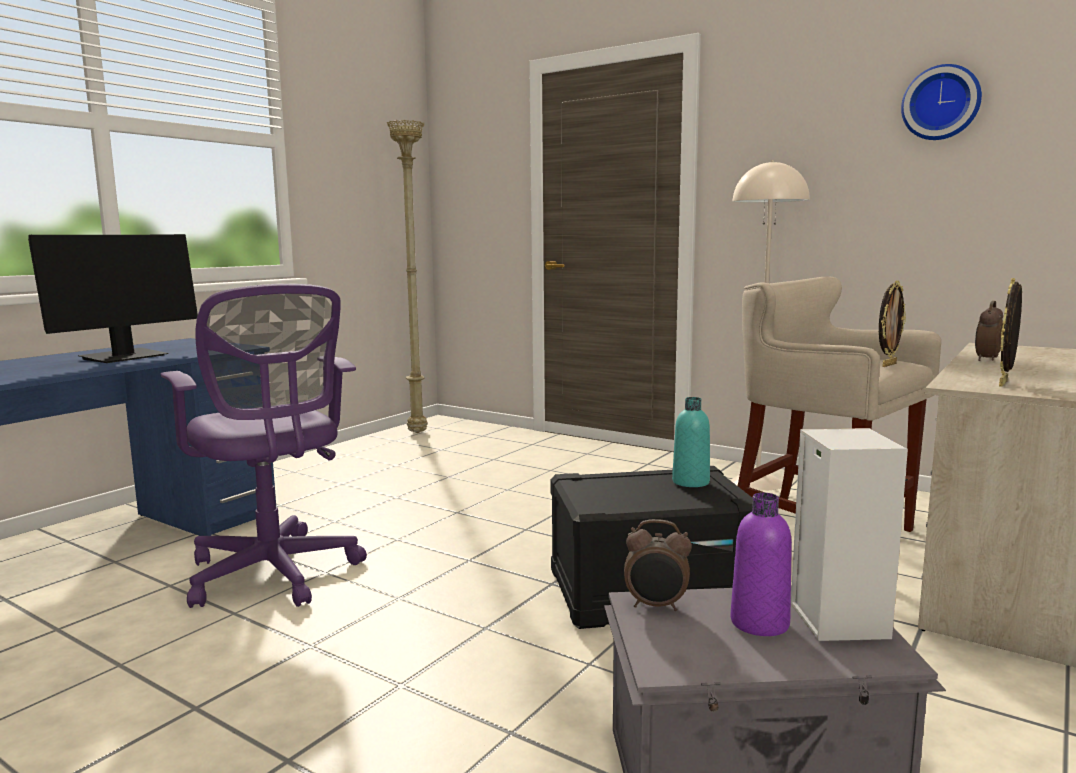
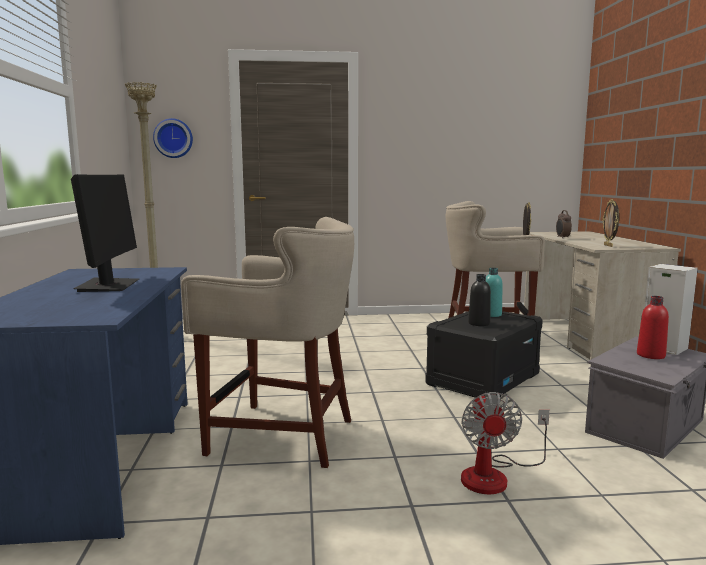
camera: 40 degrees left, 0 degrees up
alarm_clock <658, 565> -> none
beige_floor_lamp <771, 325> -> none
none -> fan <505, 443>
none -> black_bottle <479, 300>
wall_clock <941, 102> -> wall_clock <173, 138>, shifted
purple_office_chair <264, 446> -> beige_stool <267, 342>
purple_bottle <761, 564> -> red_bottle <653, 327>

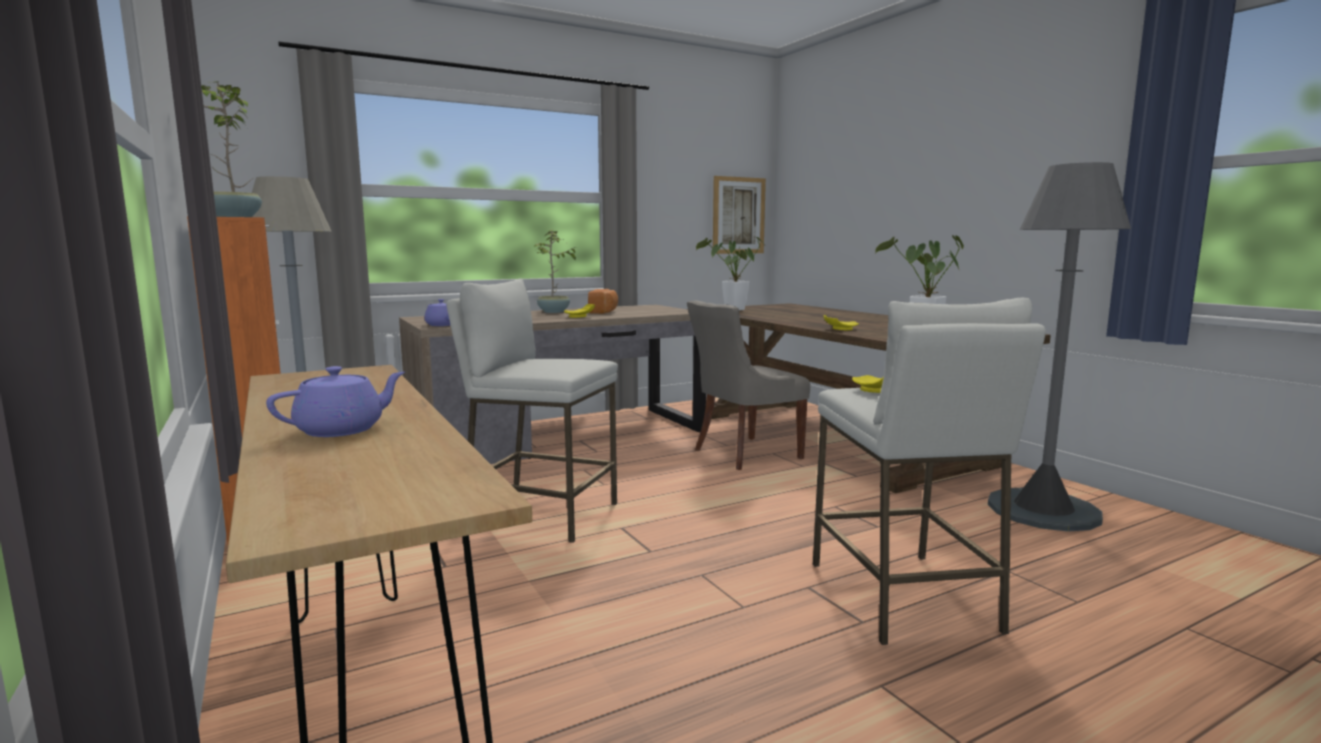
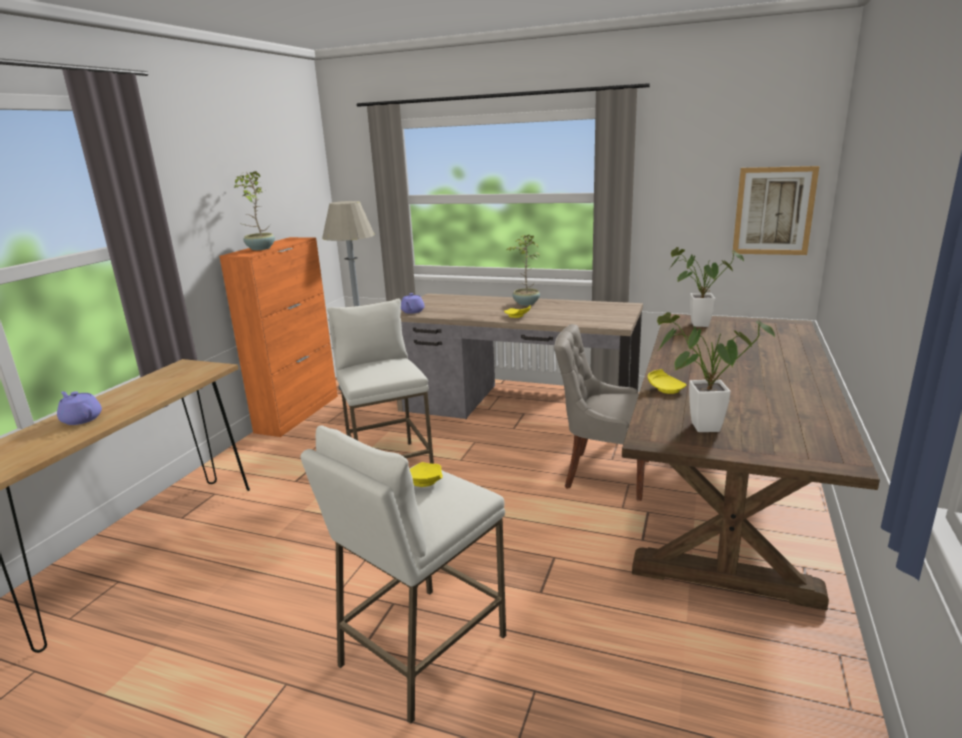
camera: 50 degrees right, 10 degrees up
bread <603, 301> -> none
grey_floor_lamp <1059, 347> -> none
purple_teapot <335, 401> -> purple_teapot <79, 408>, 150 degrees counterclockwise

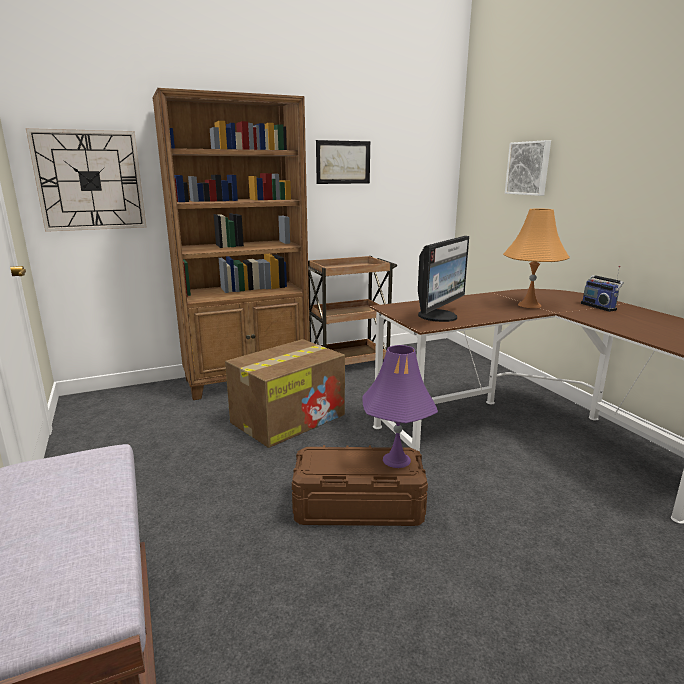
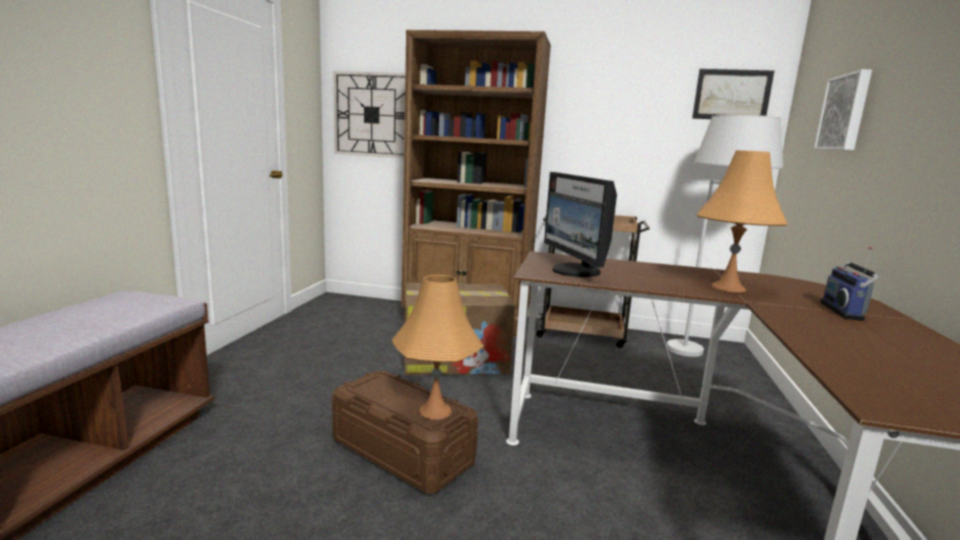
camera: 35 degrees right, 5 degrees down
none -> white_floor_lamp <724, 236>
picture <343, 162> -> picture <733, 94>, shifted
purple_table_lamp <400, 406> -> orange_table_lamp <438, 347>
monitor <443, 279> -> monitor <580, 224>, 90 degrees clockwise

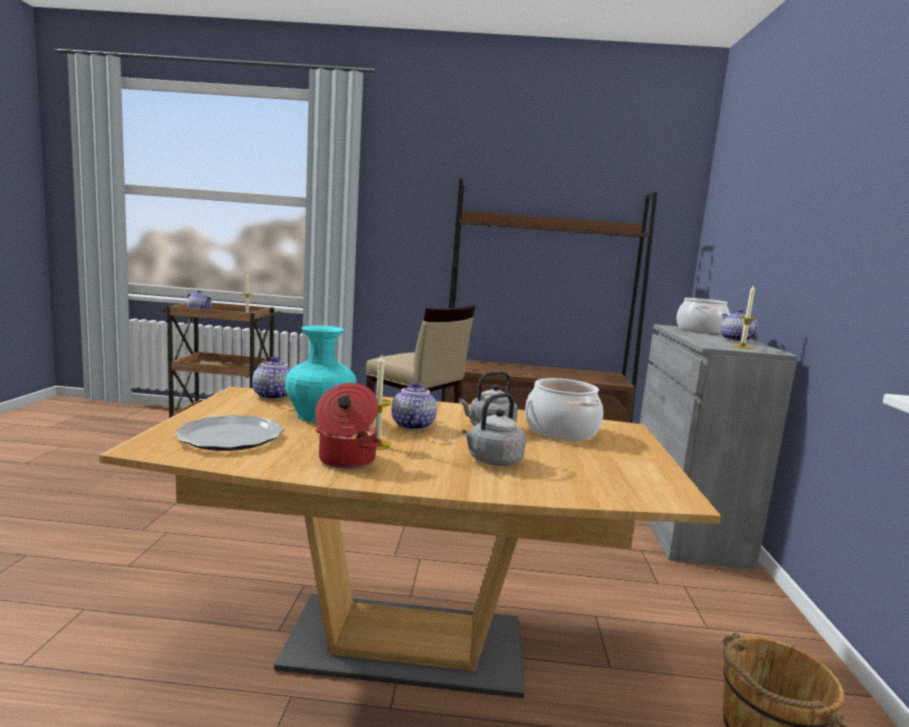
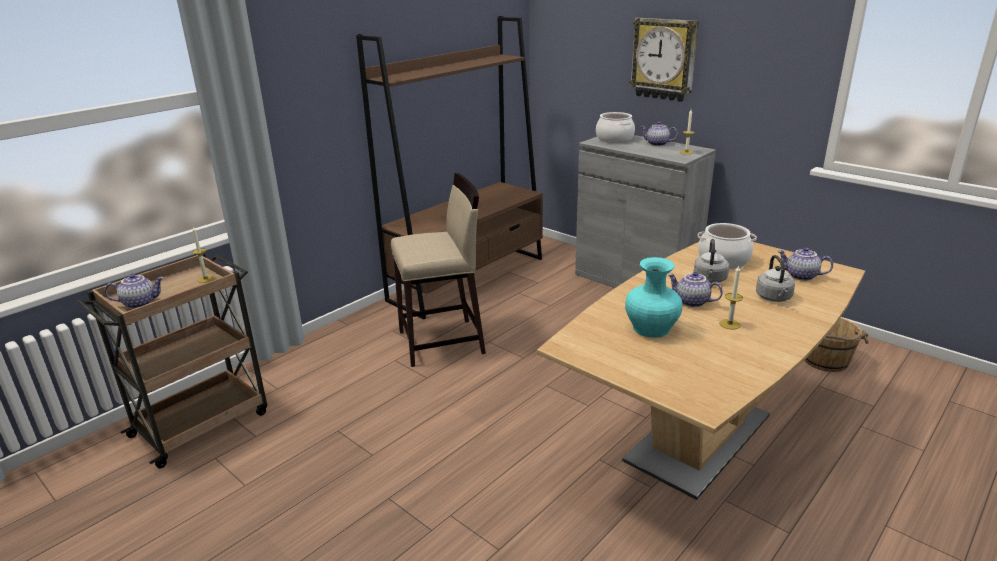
camera: 50 degrees left, 15 degrees up
plate <229, 433> -> none
cooking_pot <348, 426> -> none
none -> wall_clock <664, 60>
teapot <271, 378> -> teapot <805, 264>, shifted

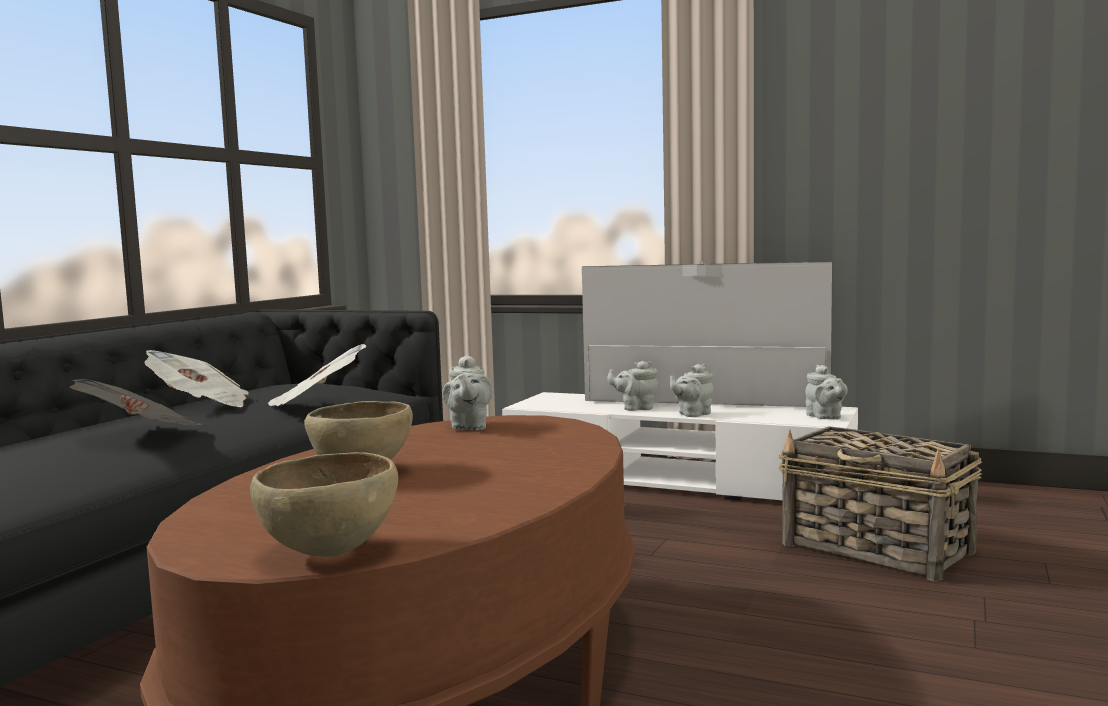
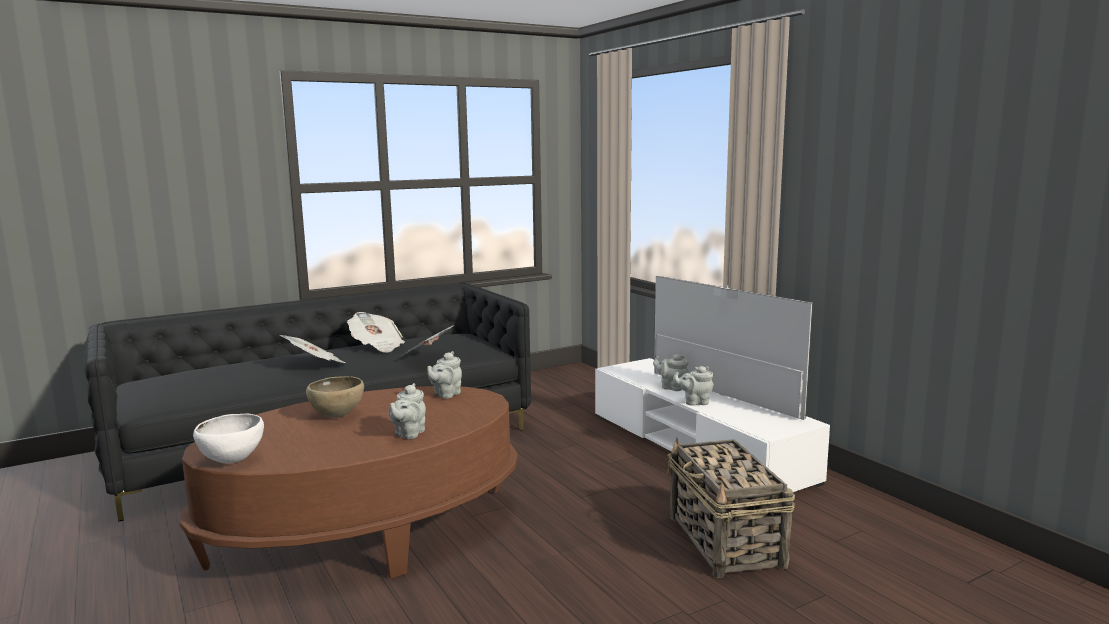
camera: 35 degrees right, 5 degrees up
grey_teapot <826, 392> -> grey_teapot <407, 411>, shifted
brown_bowl <324, 504> -> white_bowl <228, 438>

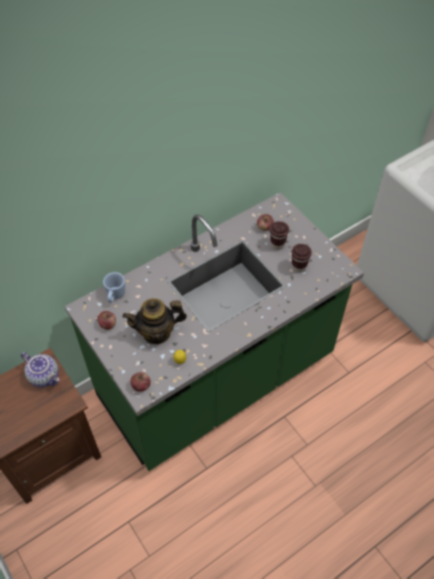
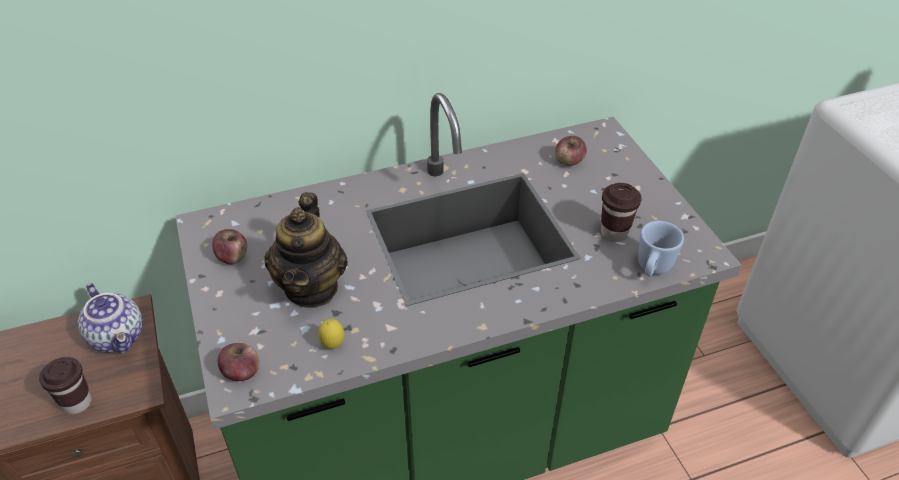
camera: 15 degrees right, 10 degrees down
blue_mug <114, 287> -> blue_mug <661, 249>, shifted
brown_cup <279, 235> -> brown_cup <65, 385>, shifted
teapot <155, 321> -> teapot <306, 250>, 90 degrees counterclockwise

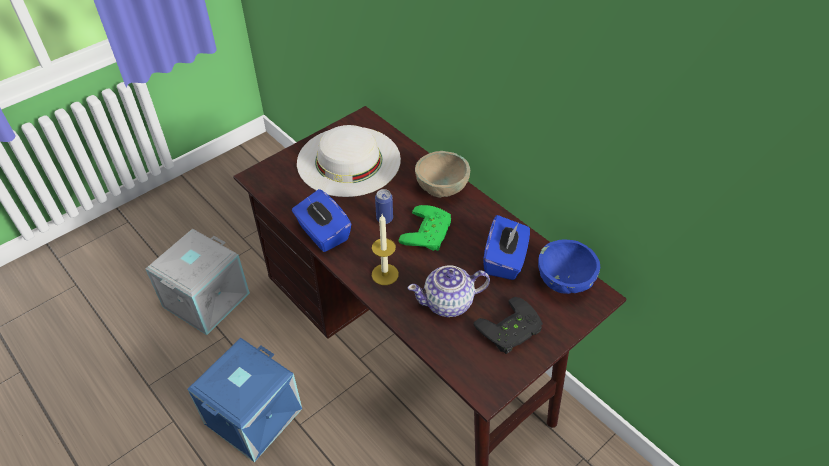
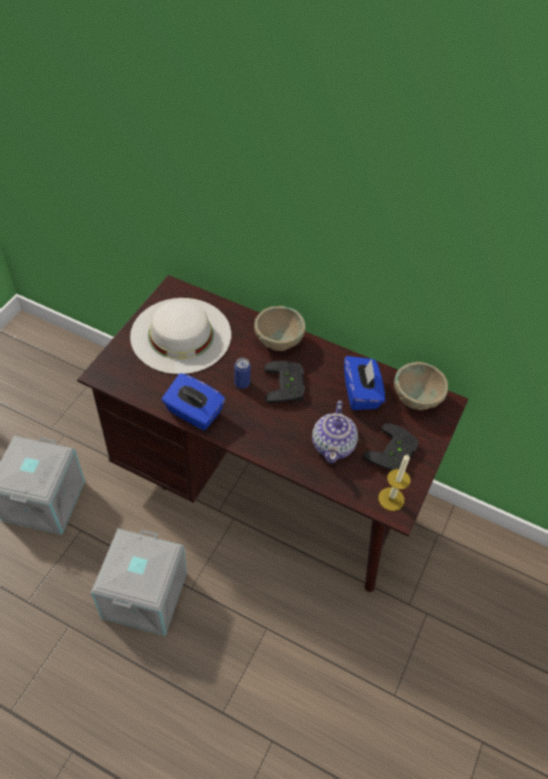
camera: 25 degrees left, 5 degrees up
candle <385, 249> -> candle <395, 482>, shifted
blue_storage_box <245, 400> -> grey_storage_box <139, 582>
green_game_controller <425, 228> -> black_game_controller <284, 382>
blue_bowl <569, 267> -> beige_bowl <421, 386>
teapot <449, 291> -> teapot <335, 432>, 45 degrees counterclockwise

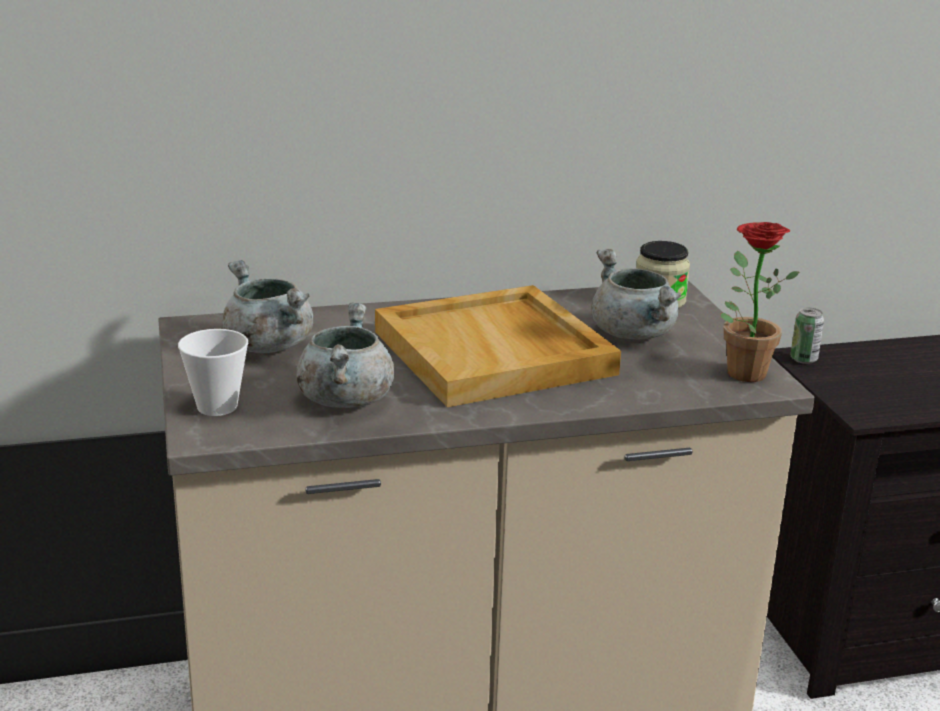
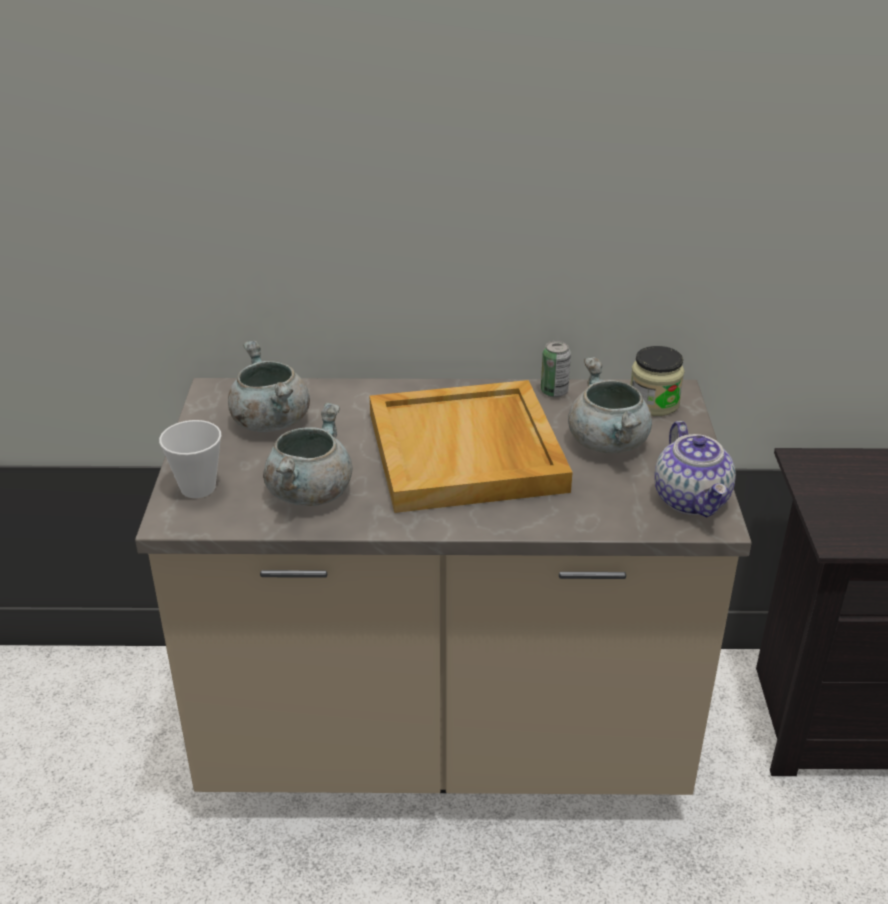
camera: 15 degrees right, 10 degrees up
can <807, 336> -> can <556, 369>, shifted
potted_plant <760, 302> -> teapot <695, 469>

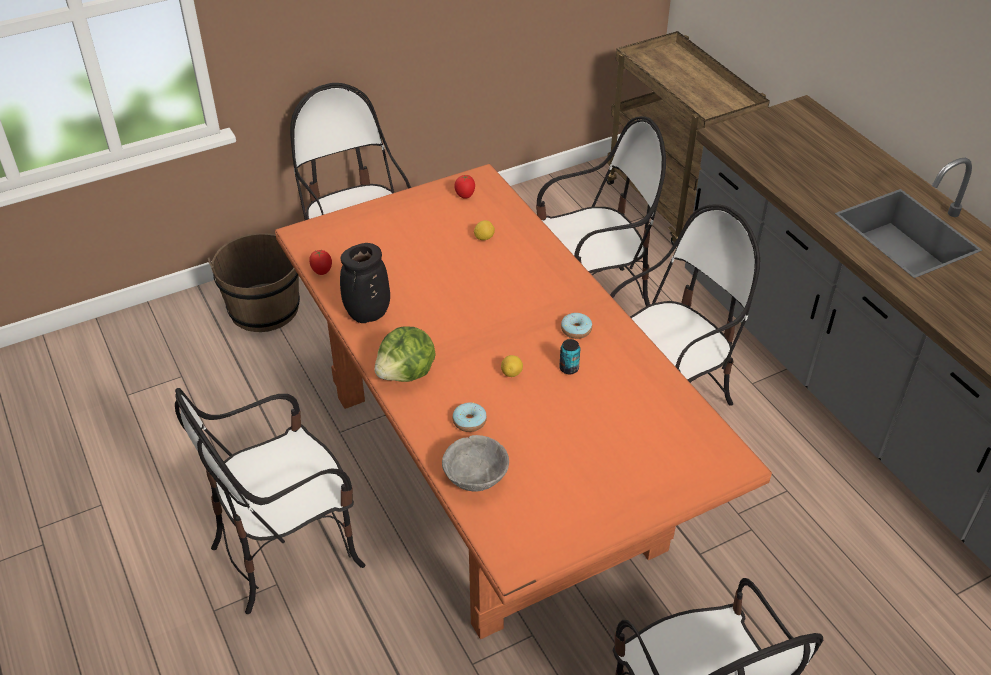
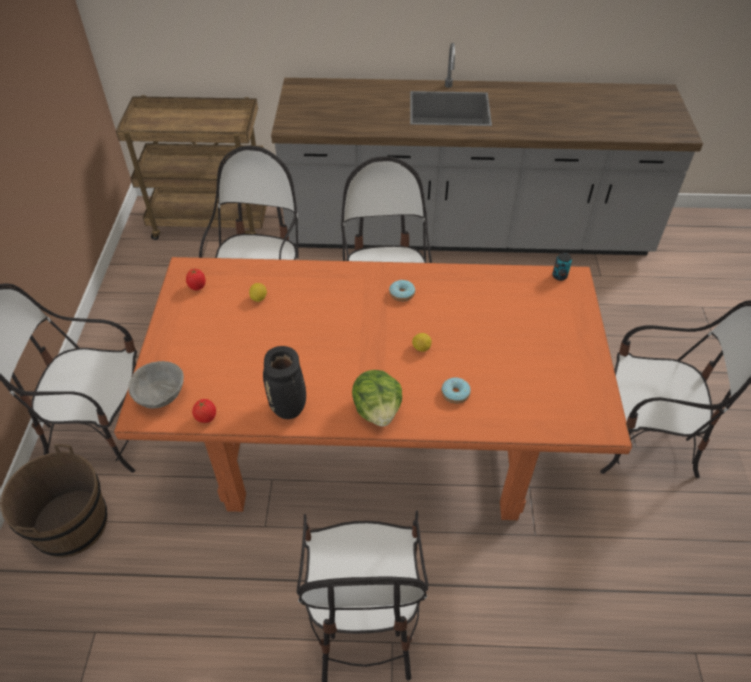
camera: 60 degrees left, 5 degrees up
grey_bowl <475, 463> -> grey_bowl <156, 385>, shifted
can <569, 356> -> can <562, 267>, shifted

